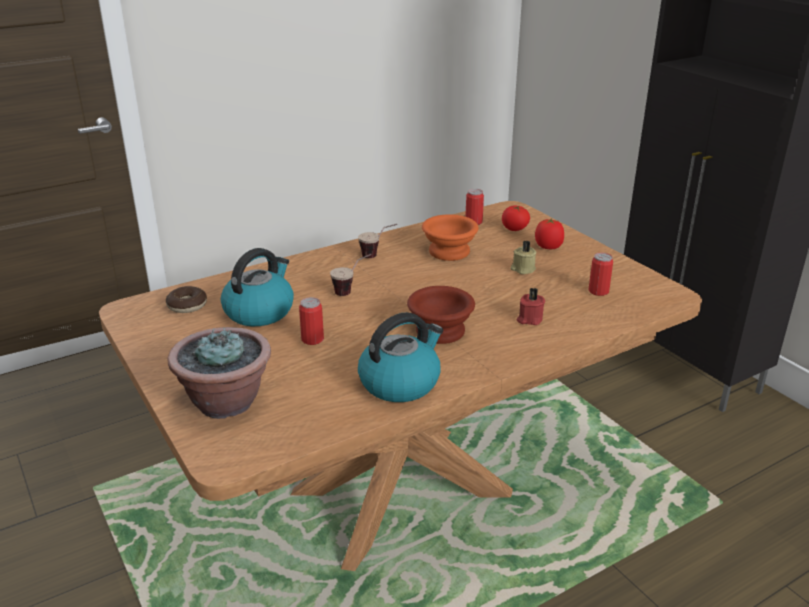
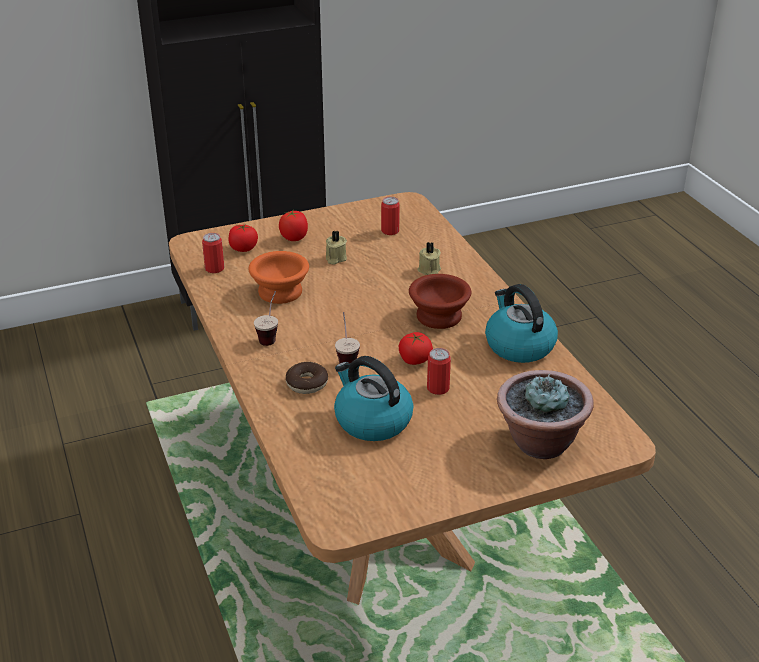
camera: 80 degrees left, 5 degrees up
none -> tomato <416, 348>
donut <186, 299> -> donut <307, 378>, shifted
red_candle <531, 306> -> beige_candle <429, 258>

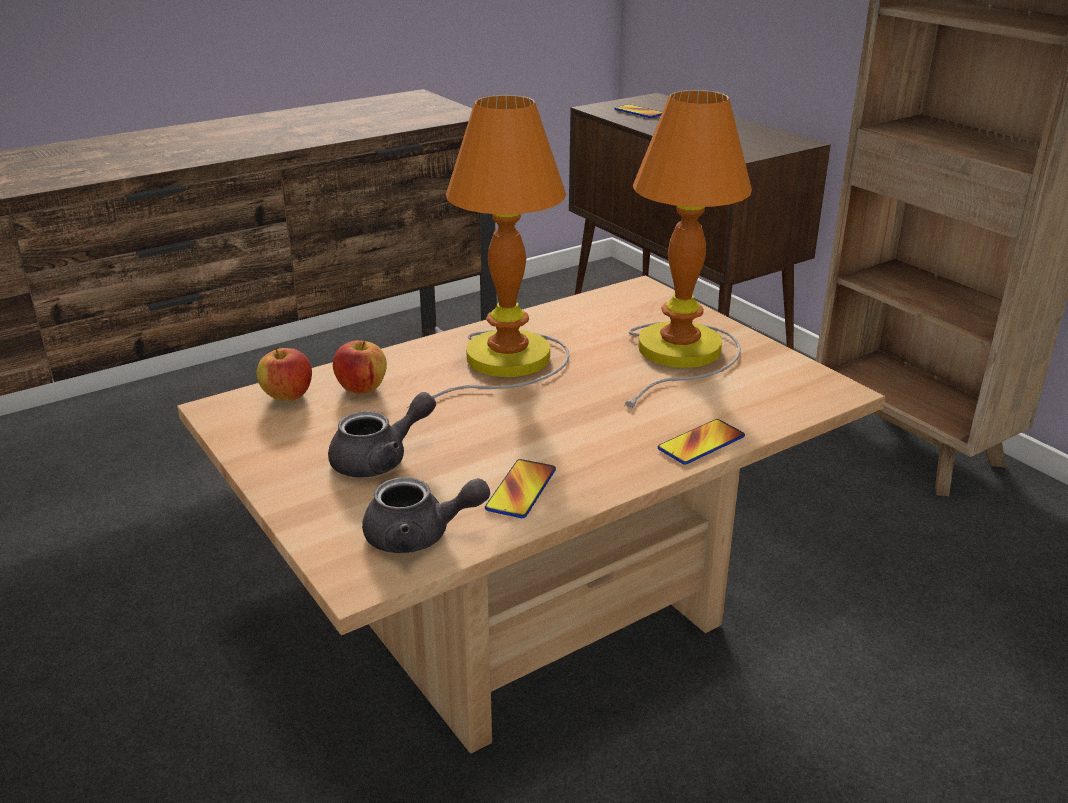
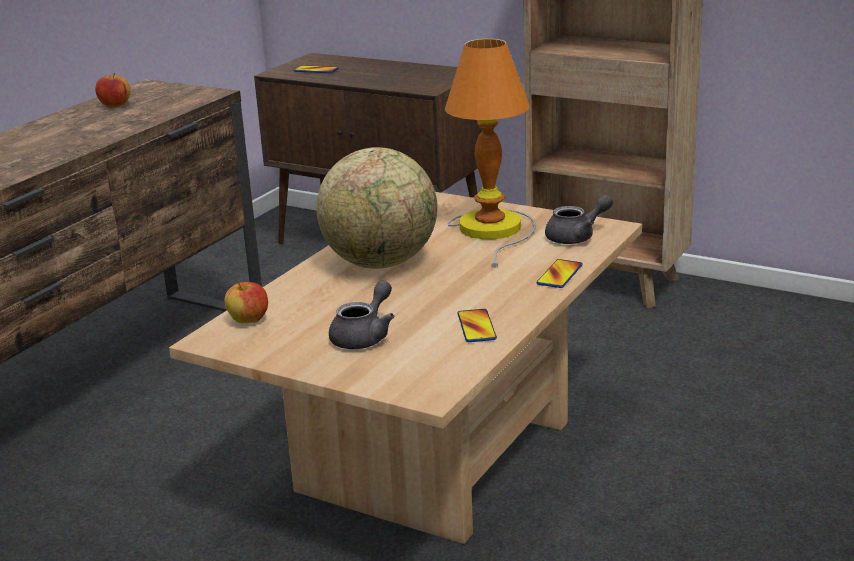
camera: 25 degrees left, 5 degrees down
apple <360, 367> -> apple <112, 90>, shifted
grey_teapot <426, 515> -> grey_teapot <579, 219>, shifted
table_lamp <488, 251> -> globe <377, 208>

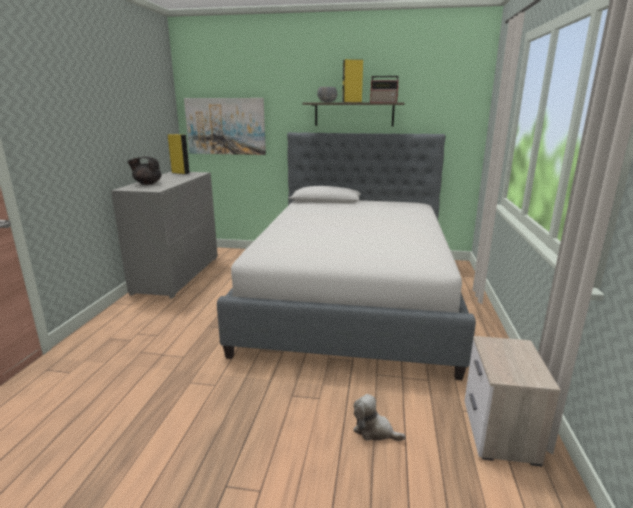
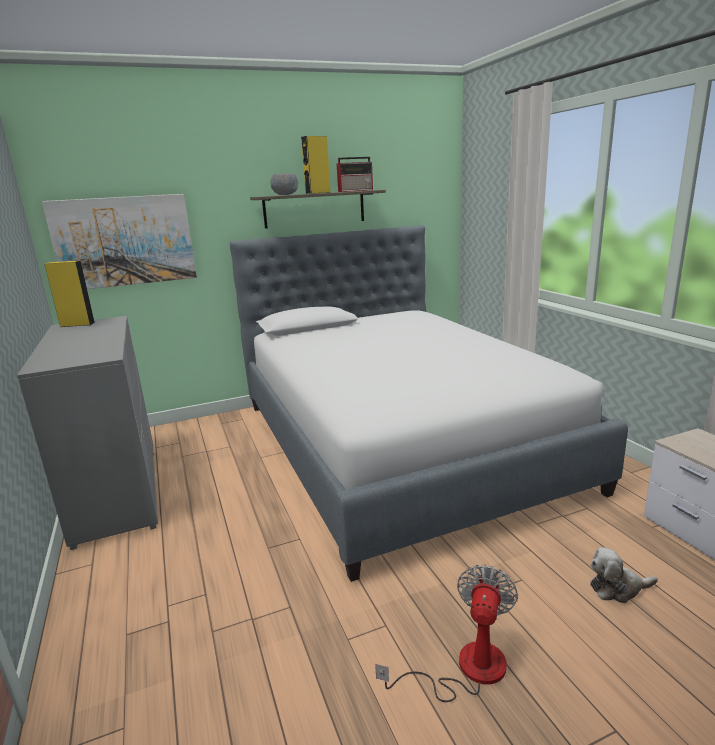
camera: 30 degrees left, 0 degrees up
black_teapot <144, 170> -> none
none -> fan <446, 633>

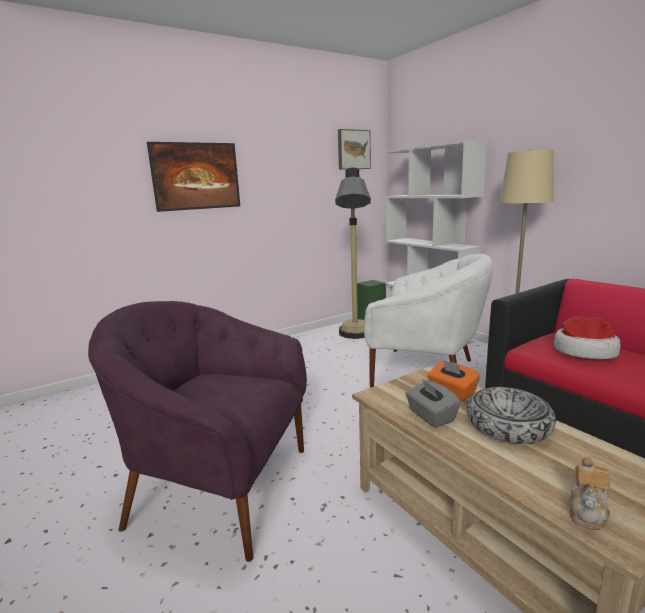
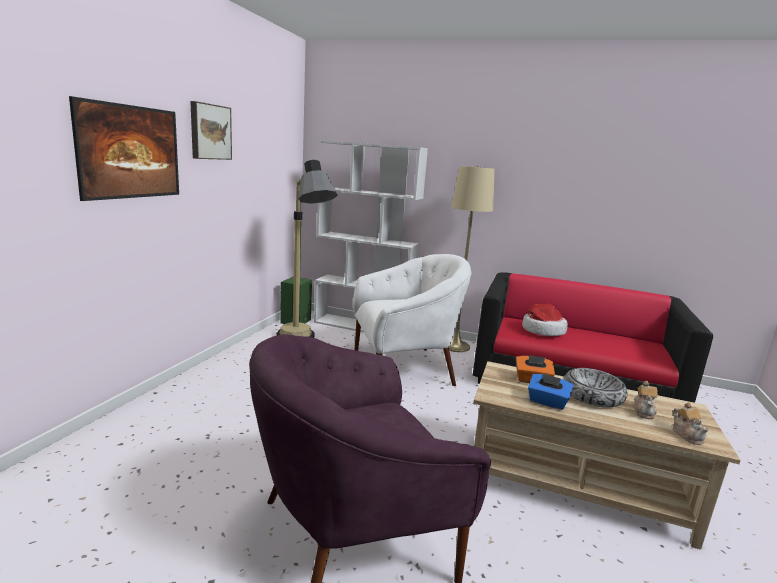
camera: 40 degrees left, 0 degrees up
none -> teapot <646, 400>
picture <354, 149> -> picture <211, 130>, shifted
grey_tissue_box <433, 403> -> blue_tissue_box <550, 391>

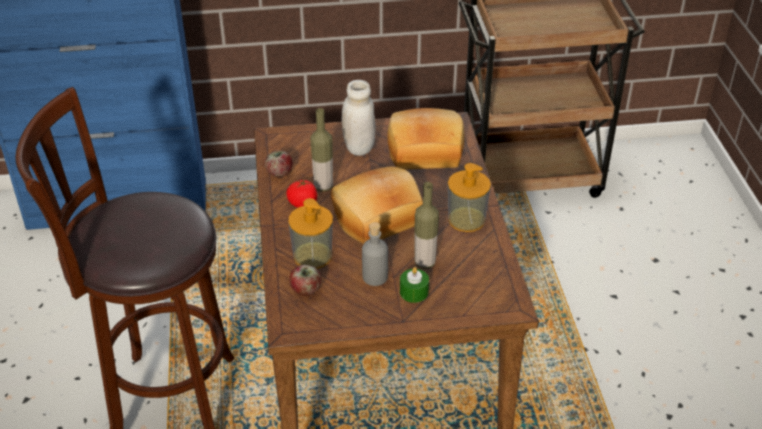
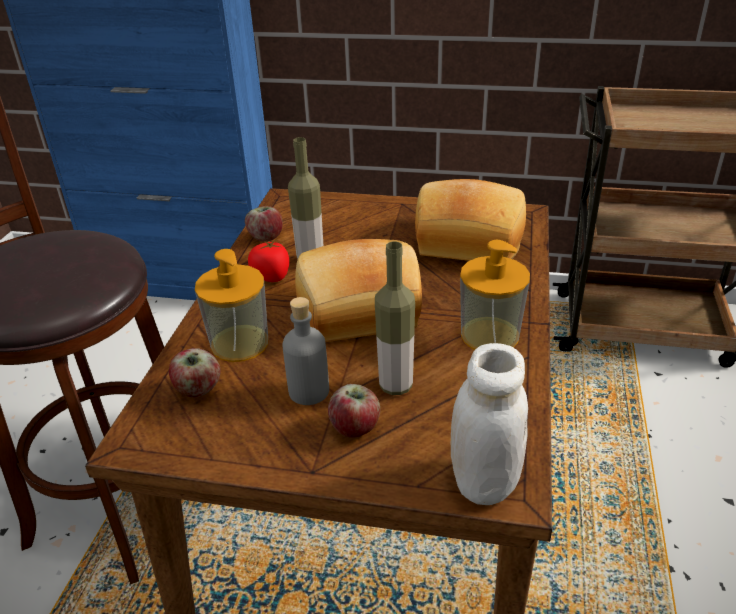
camera: 20 degrees right, 5 degrees down
white_jar <358, 118> -> white_jar <489, 424>, shifted
green_candle <414, 285> -> apple <354, 411>

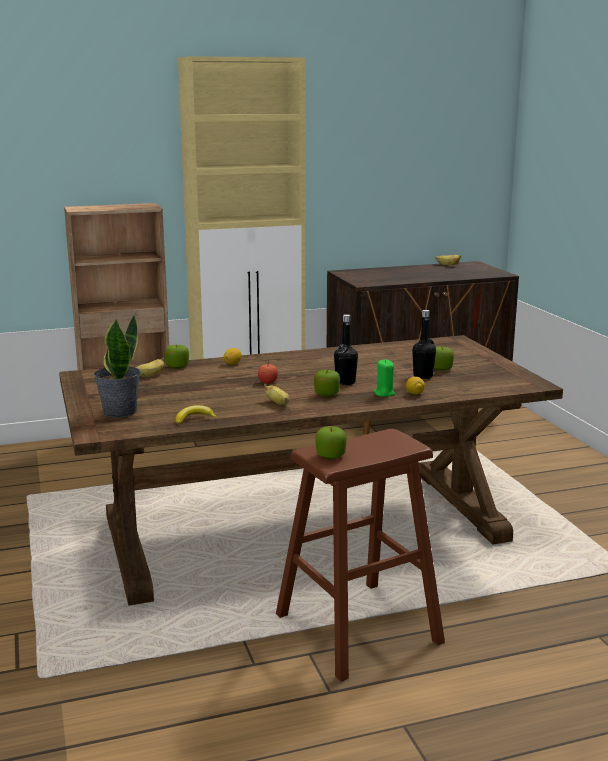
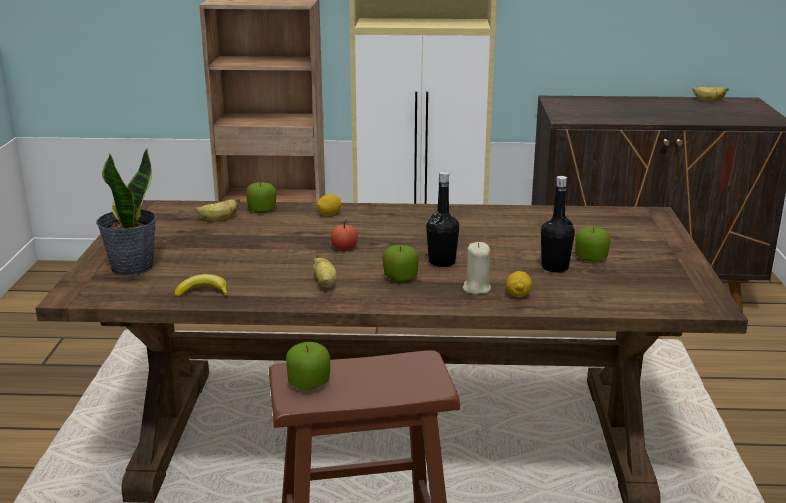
camera: 20 degrees right, 5 degrees up
green_candle <384, 378> -> beige_candle <477, 268>

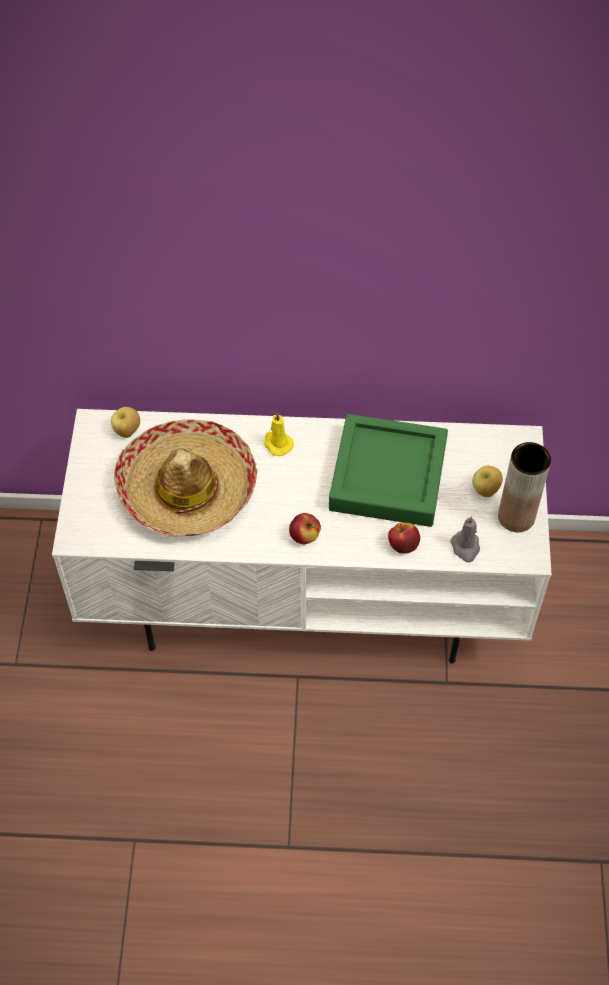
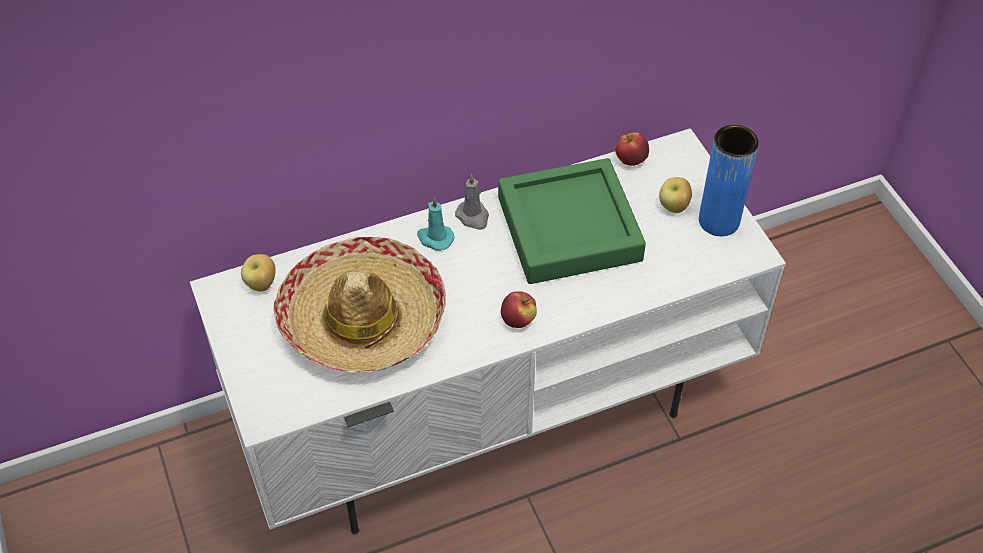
camera: 25 degrees left, 5 degrees down
apple <404, 538> -> apple <632, 149>, shifted
grey_candle <465, 539> -> grey_candle <472, 202>, shifted
yellow_candle <279, 434> -> turquoise_candle <436, 224>
brown_vase <524, 487> -> blue_vase <729, 180>

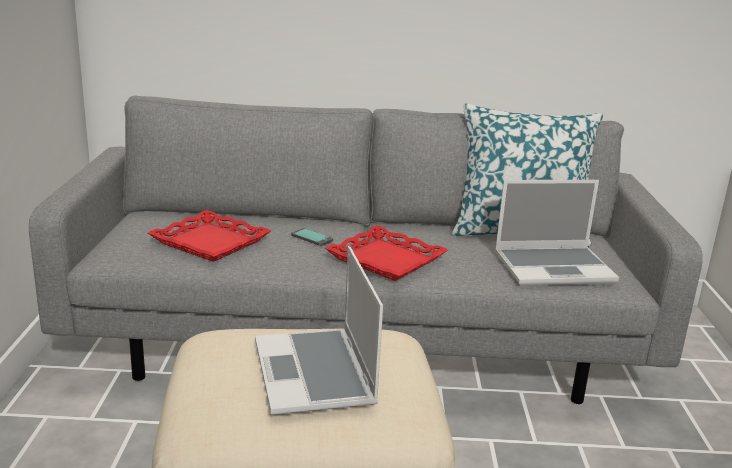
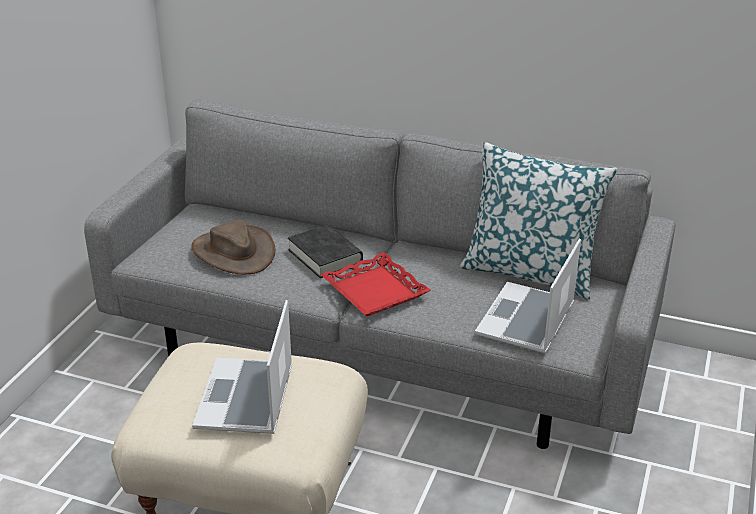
camera: 20 degrees right, 10 degrees up
red_tray <209, 236> -> brown_hat <233, 247>
phone <312, 237> -> black_book <325, 251>
laptop <557, 233> -> laptop <528, 296>, 105 degrees clockwise

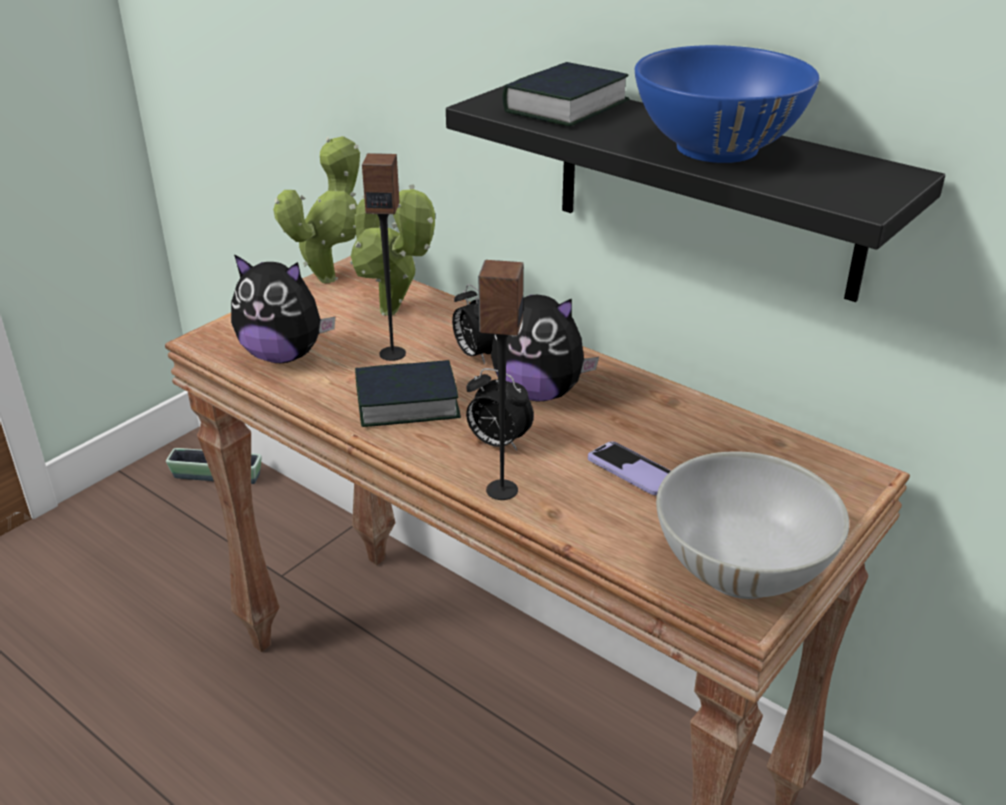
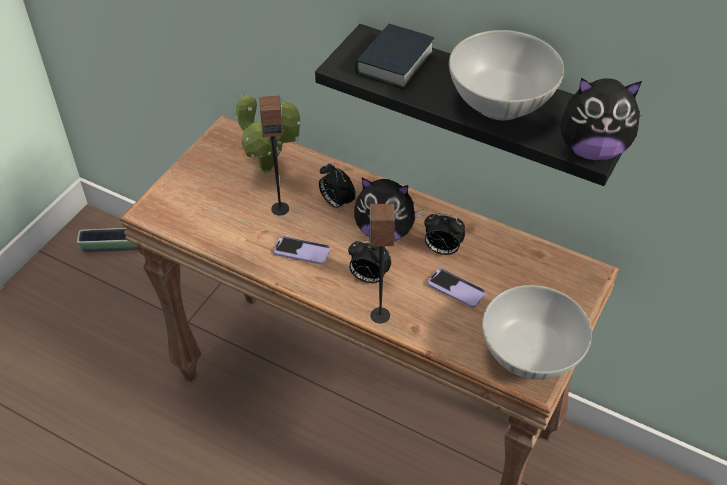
camera: 10 degrees left, 15 degrees up
potted_plant <316, 209> -> none
none -> alarm_clock <444, 234>
plush_toy <283, 308> -> plush_toy <601, 119>, shifted
book <408, 393> -> phone <301, 250>
blue_bowl <727, 104> -> white_bowl <506, 75>

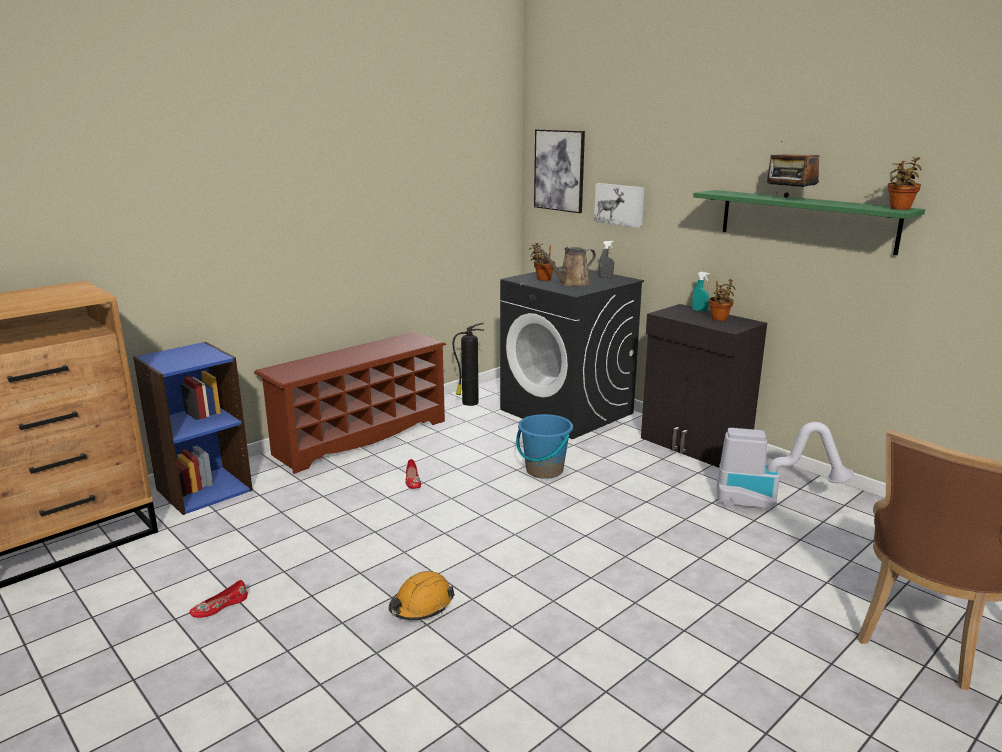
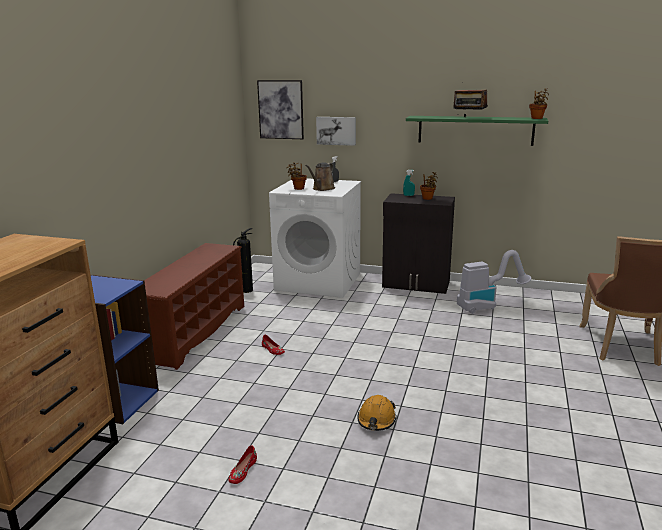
camera: 30 degrees left, 0 degrees up
blue_bucket <544, 446> -> none
black_washing_machine <572, 352> -> white_washing_machine <315, 238>

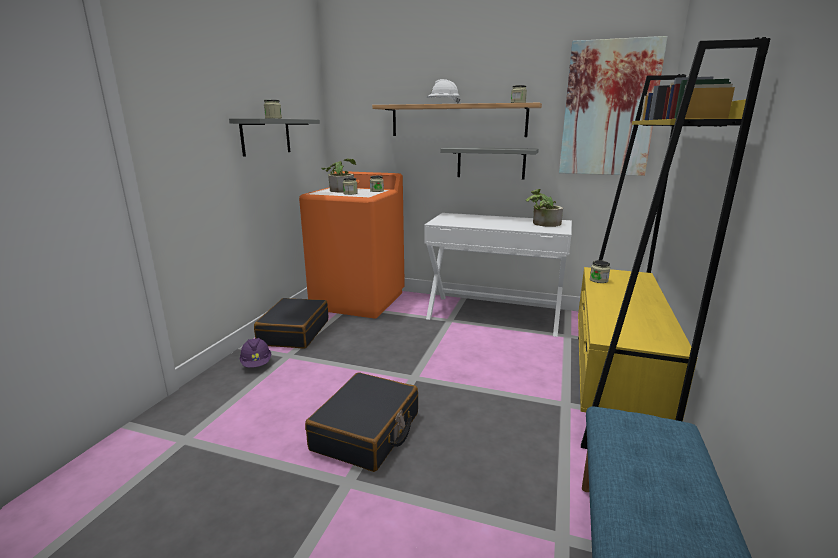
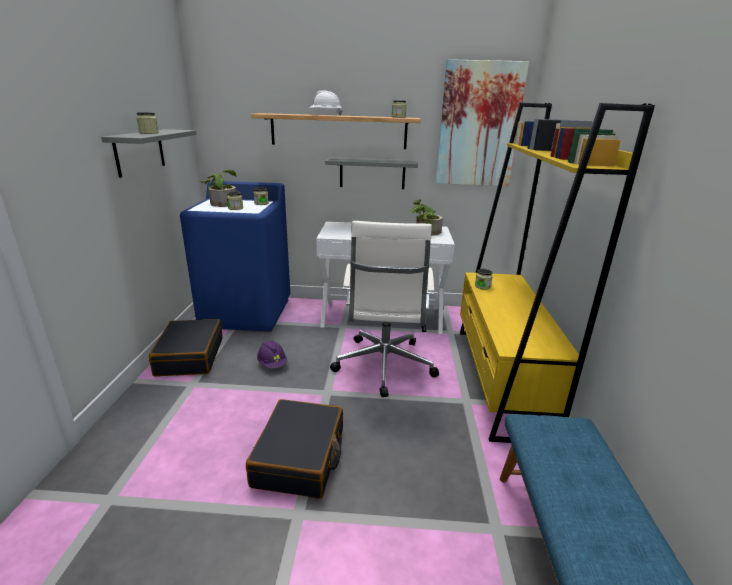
camera: 15 degrees left, 5 degrees up
none -> white_office_chair <384, 309>
purple_hard_hat <255, 353> -> purple_hard_hat <272, 355>, shifted
orange_washing_machine <352, 244> -> blue_washing_machine <235, 256>

